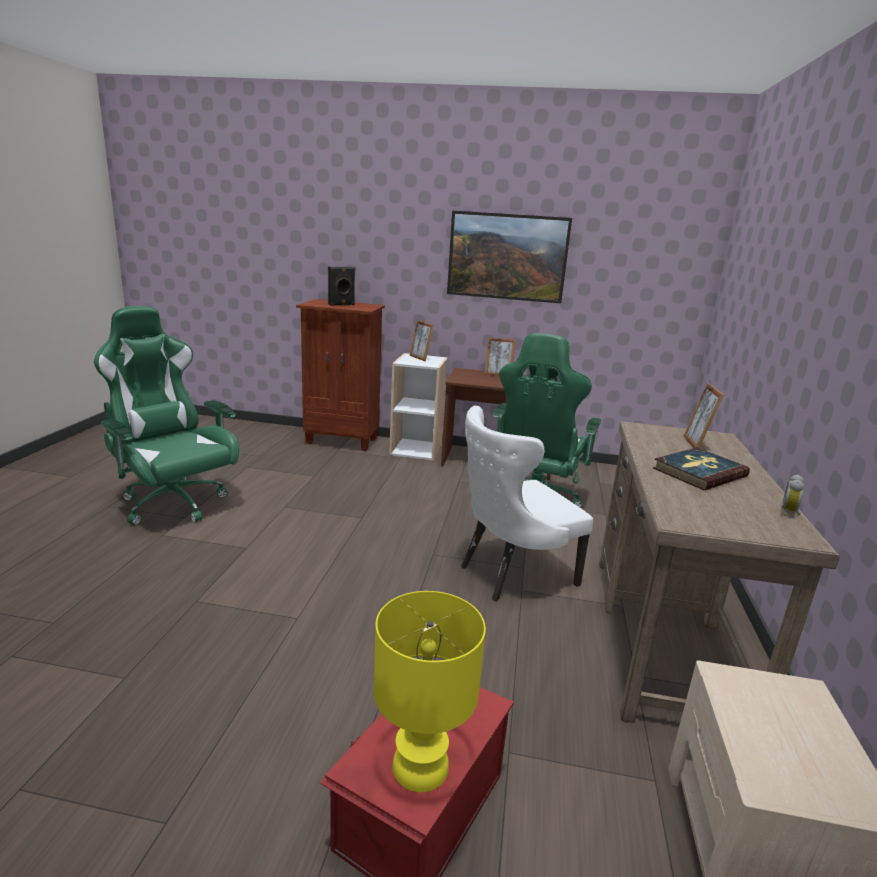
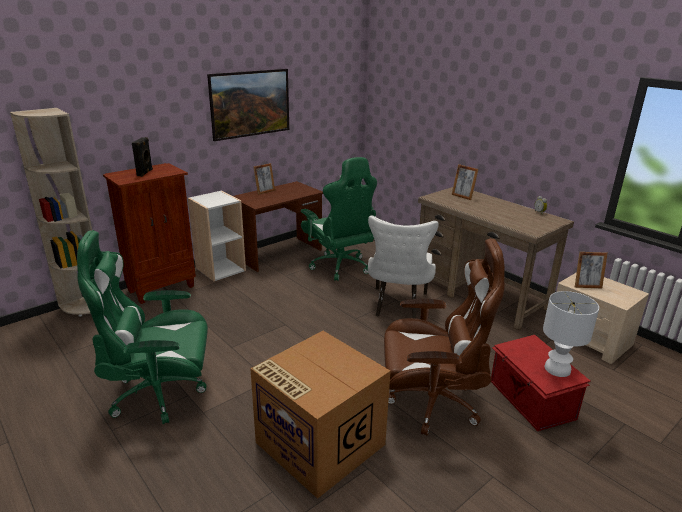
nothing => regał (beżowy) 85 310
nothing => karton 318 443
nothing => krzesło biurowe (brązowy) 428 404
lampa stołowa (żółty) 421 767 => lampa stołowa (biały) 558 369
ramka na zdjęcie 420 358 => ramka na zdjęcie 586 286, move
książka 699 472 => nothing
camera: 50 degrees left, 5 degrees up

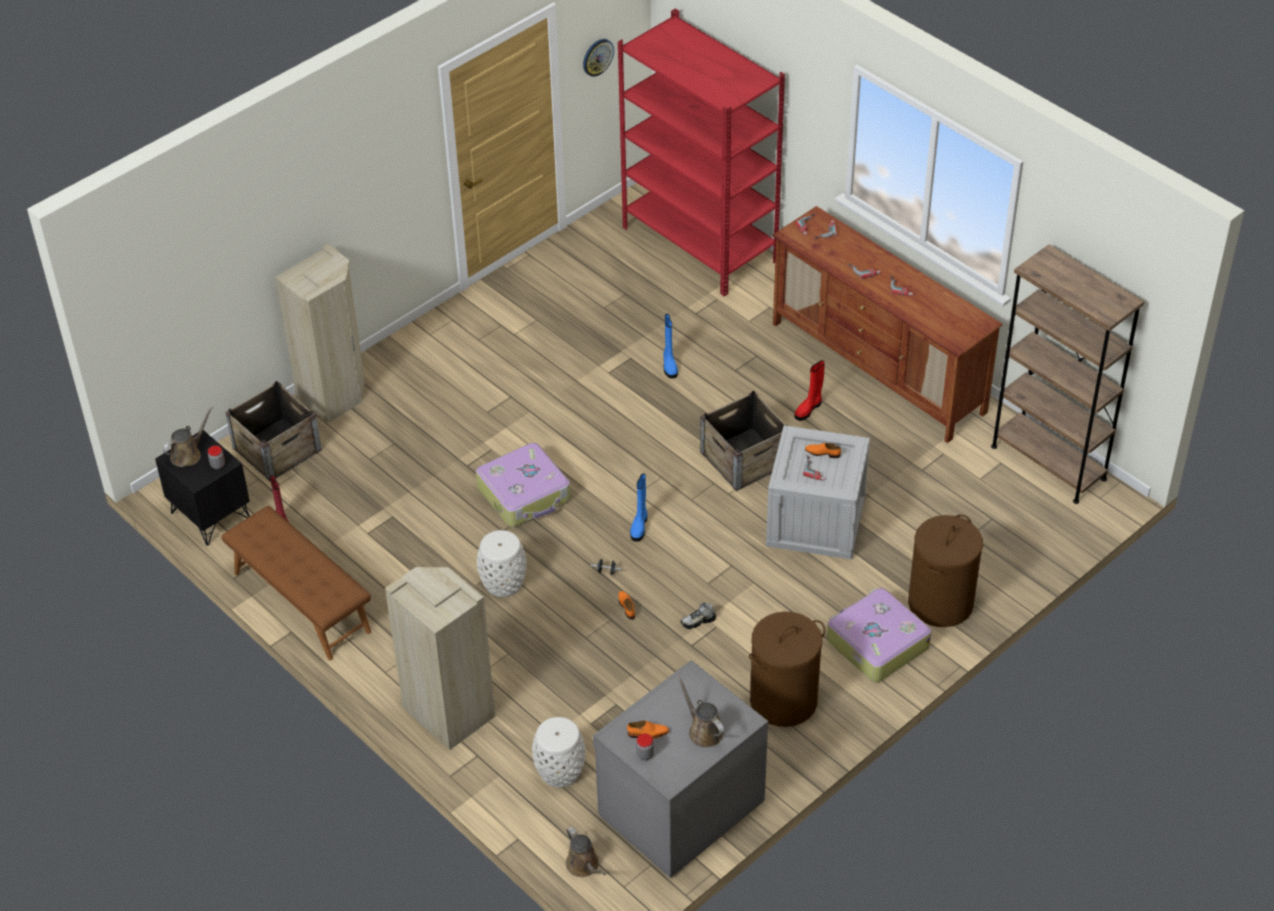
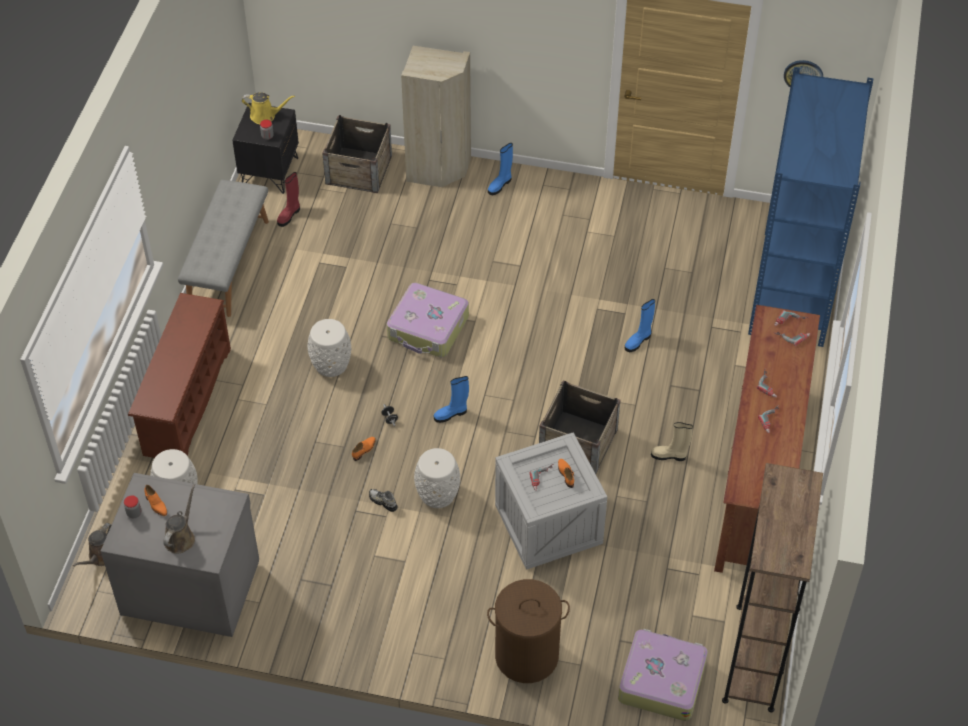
szafka (beżowy) 448 713 => regał na buty (brązowy) 186 401
ławka (brązowy) 301 602 => ławka (szary) 228 264
konewka (brązowy) 188 454 => konewka (żółty) 265 116
nothing => stołek (biały) 437 494
nothing => but z cholewką (niebieski) 500 185
walizka 876 643 => walizka 661 680, move
but z cholewką (czerwony) 808 409 => but z cholewką (beżowy) 669 455
regał (czerwony) 699 244 => regał (niebieski) 793 287
kosz na pranie (brązowy) 783 701 => nothing
camera: 55 degrees right, 5 degrees up

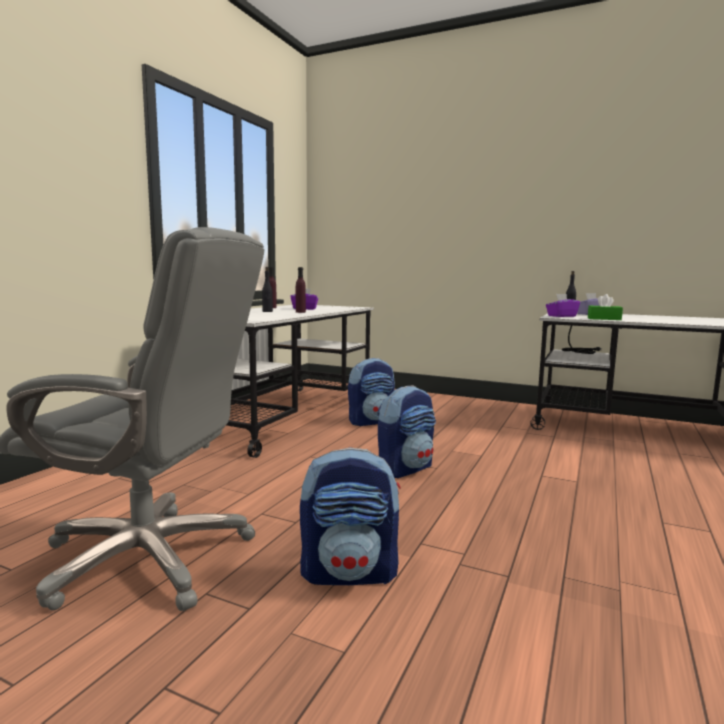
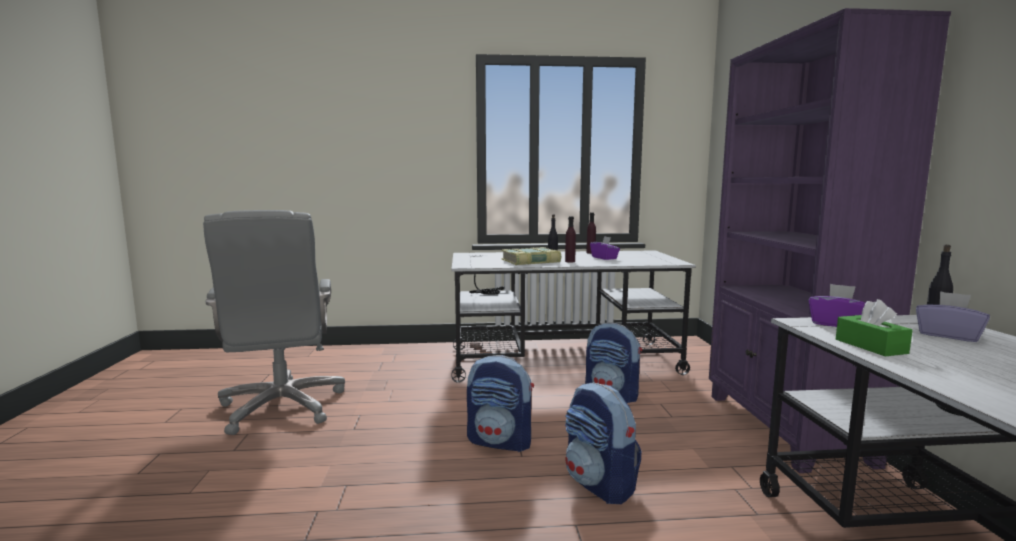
nothing => książka 531 261
plecak 350 573 => plecak 600 484, move
nothing => regał (fioletowy) 785 428
camera: 60 degrees right, 0 degrees up

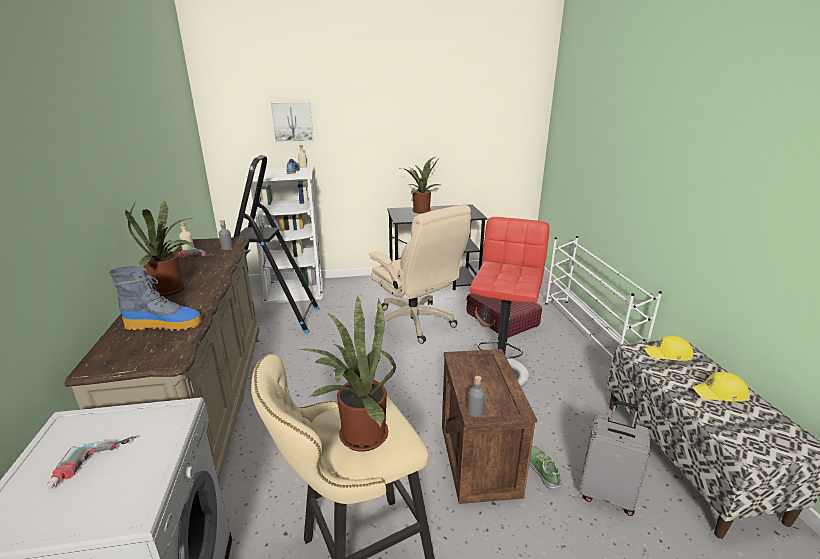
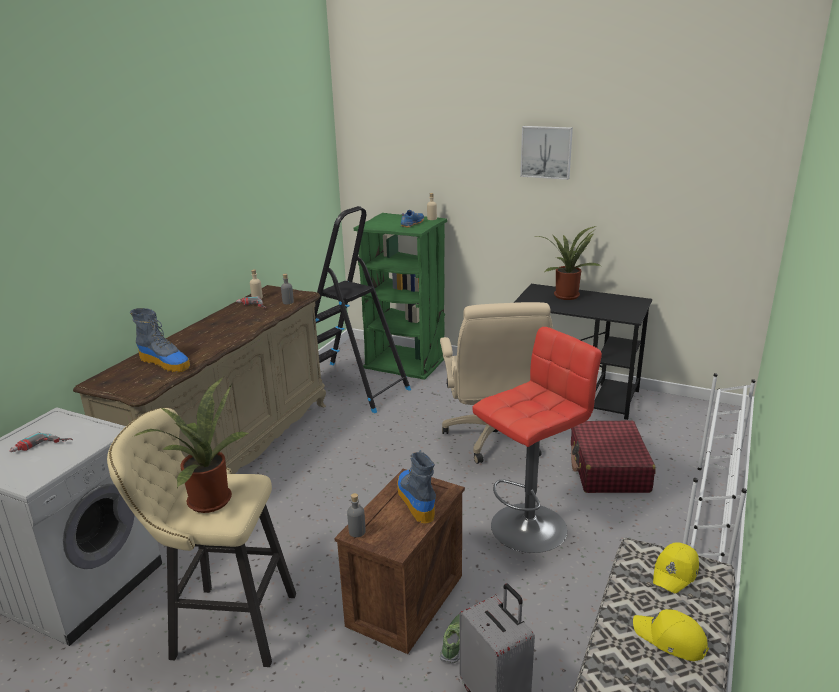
regał (biały) 295 291 => regał (zielony) 406 362
nothing => but z cholewką 415 500
obraz 292 122 => obraz 546 152, move
czapka z daszkiem (żółty) 668 354 => czapka z daszkiem (żółty) 675 573, 90 degrees counterclockwise
roślina doniczkowa 172 290 => nothing
camera: 35 degrees right, 0 degrees up

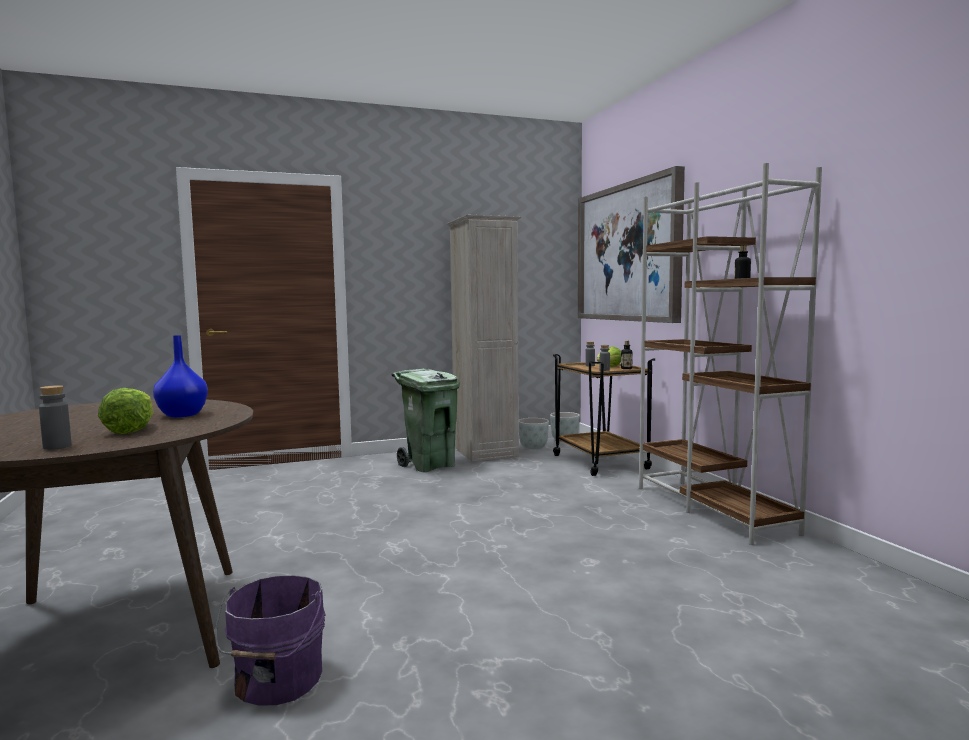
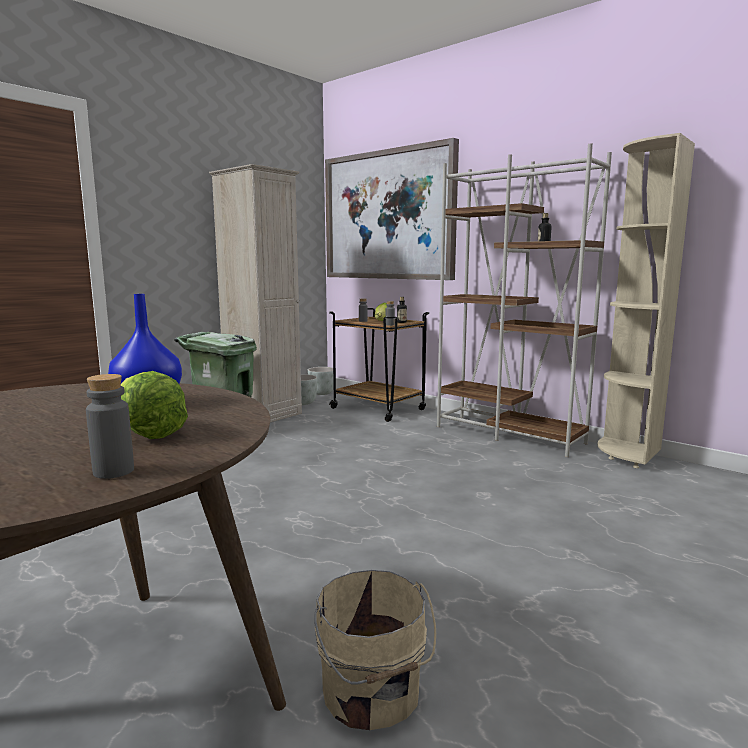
wiadro (fioletowy) 276 681 => wiadro (beżowy) 372 694
nothing => regał (beżowy) 625 458
camera: 30 degrees left, 5 degrees up

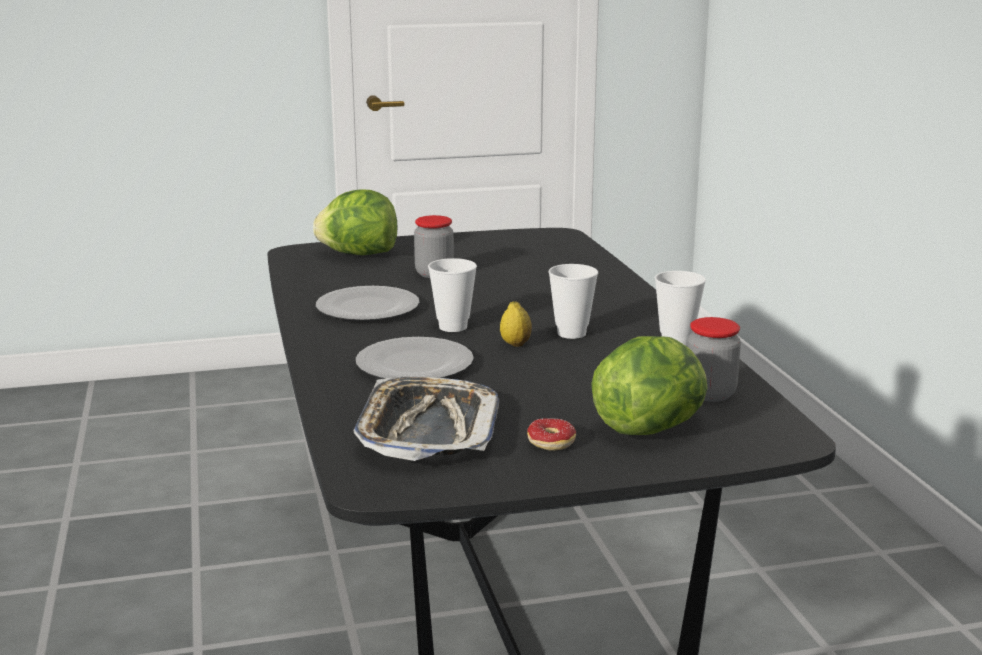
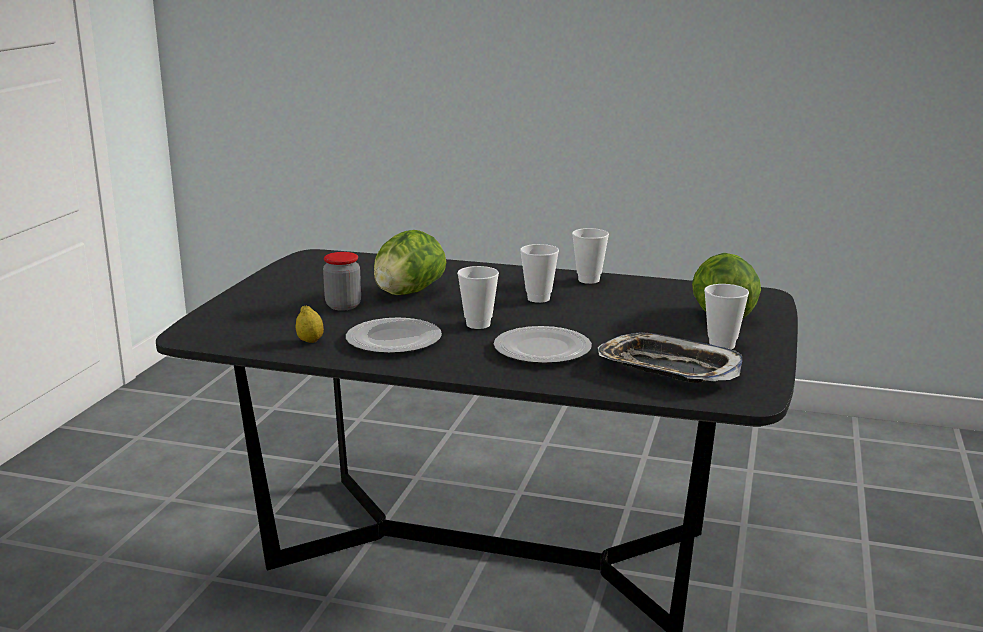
cytryna 515 344 => cytryna 310 341, move
sałata 358 254 => sałata 408 293, move
donut 543 444 => filiżanka 722 345
słoik 710 394 => nothing
camera: 60 degrees left, 0 degrees up

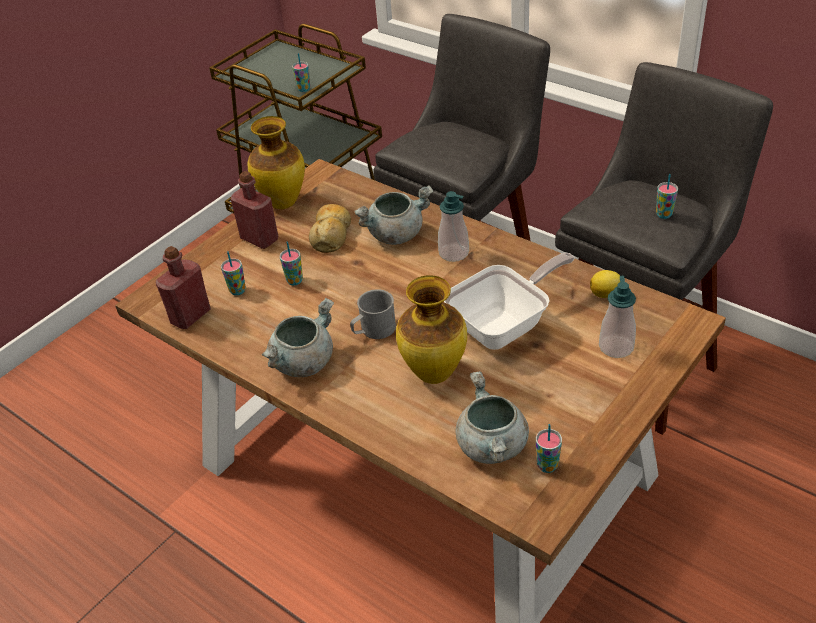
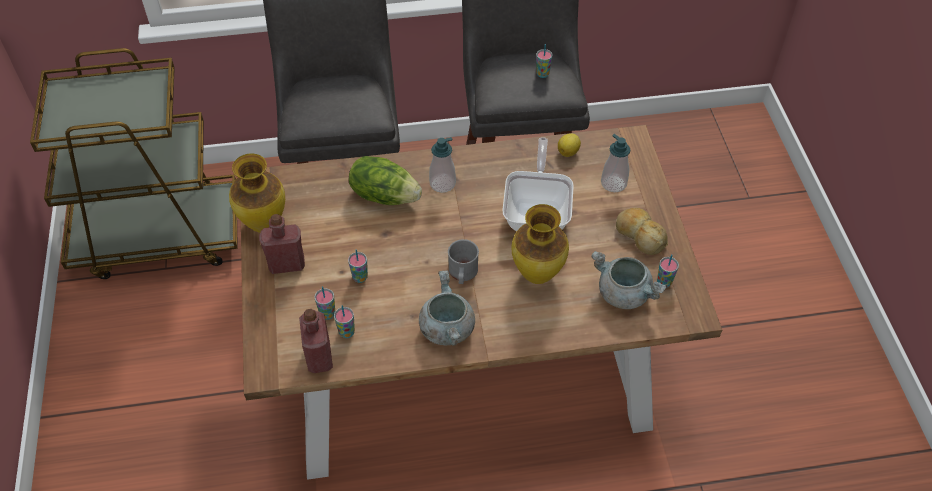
filiżanka 304 89 => filiżanka 346 332, move
garnek (szary) 396 234 => sałata 384 195
chleb 331 234 => chleb 640 235, move
camera: 50 degrees left, 10 degrees up

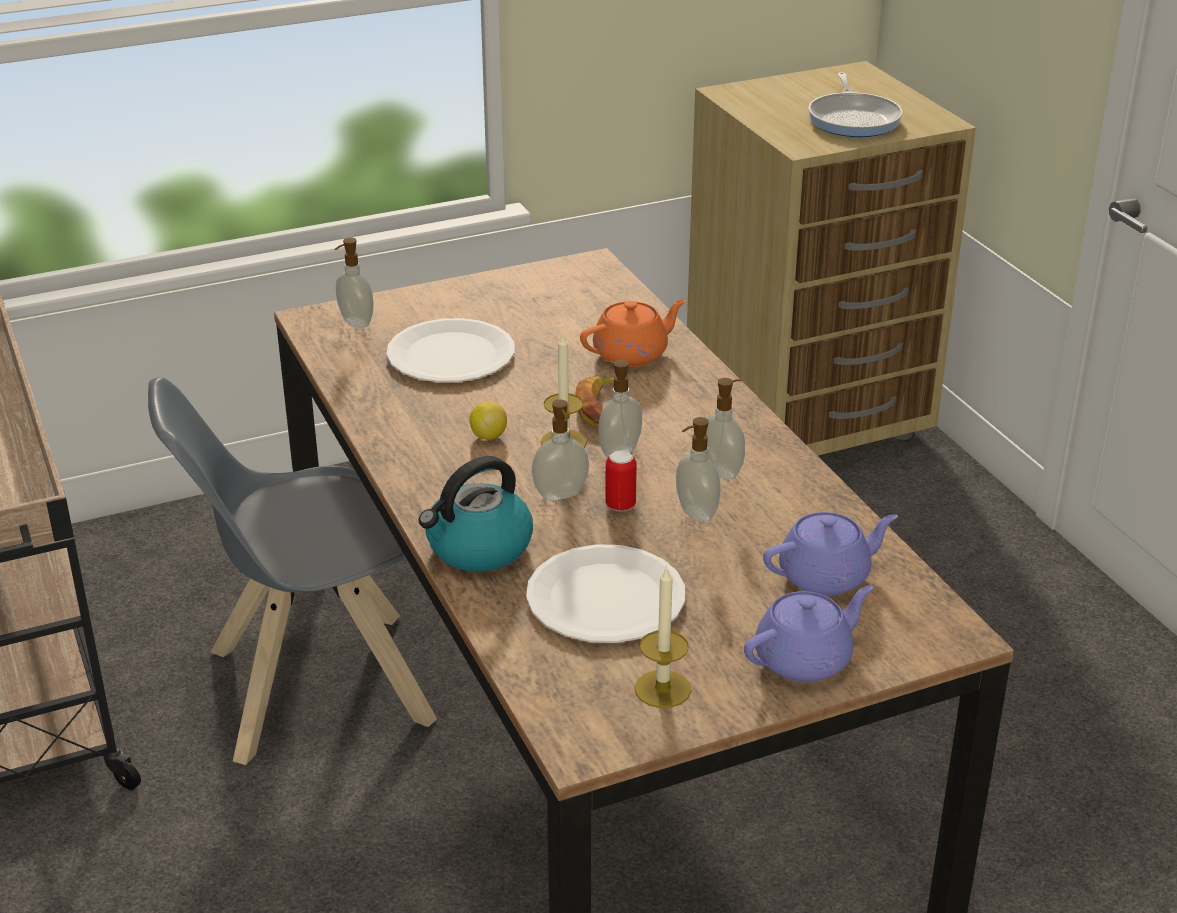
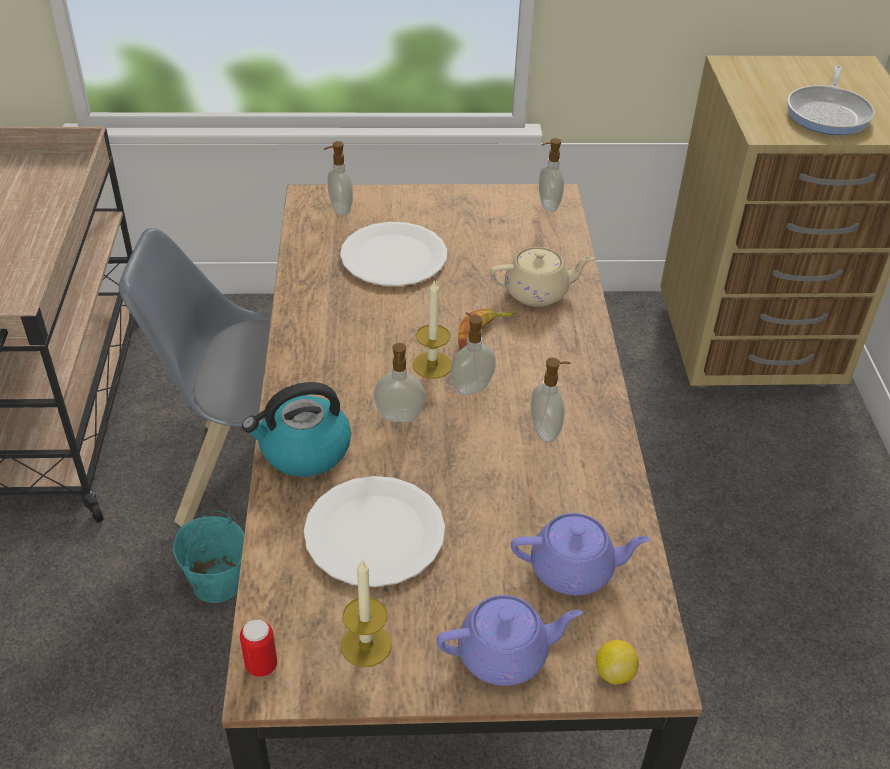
nothing => wiadro (turkusowy) 216 582
puszka 620 505 => puszka 261 665, move
imbryk (pomarańczowy) 632 354 => imbryk (beżowy) 538 292
dozownik mydła 695 513 => dozownik mydła 547 205, move
cytryna 488 436 => cytryna 614 673, move
camera: 20 degrees right, 10 degrees up

